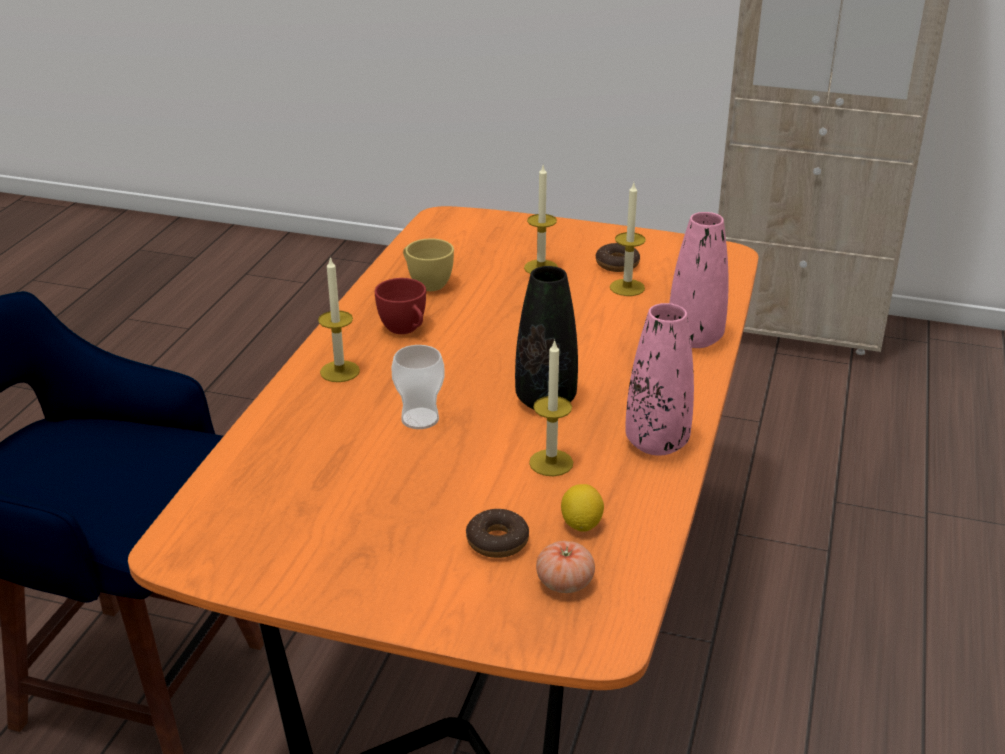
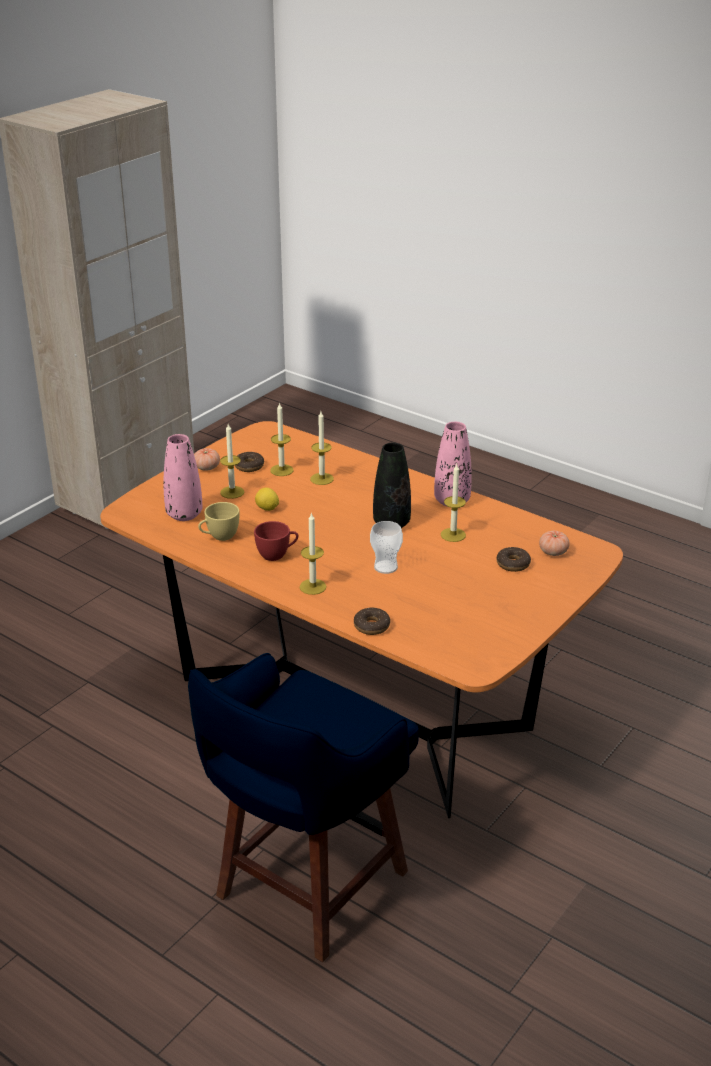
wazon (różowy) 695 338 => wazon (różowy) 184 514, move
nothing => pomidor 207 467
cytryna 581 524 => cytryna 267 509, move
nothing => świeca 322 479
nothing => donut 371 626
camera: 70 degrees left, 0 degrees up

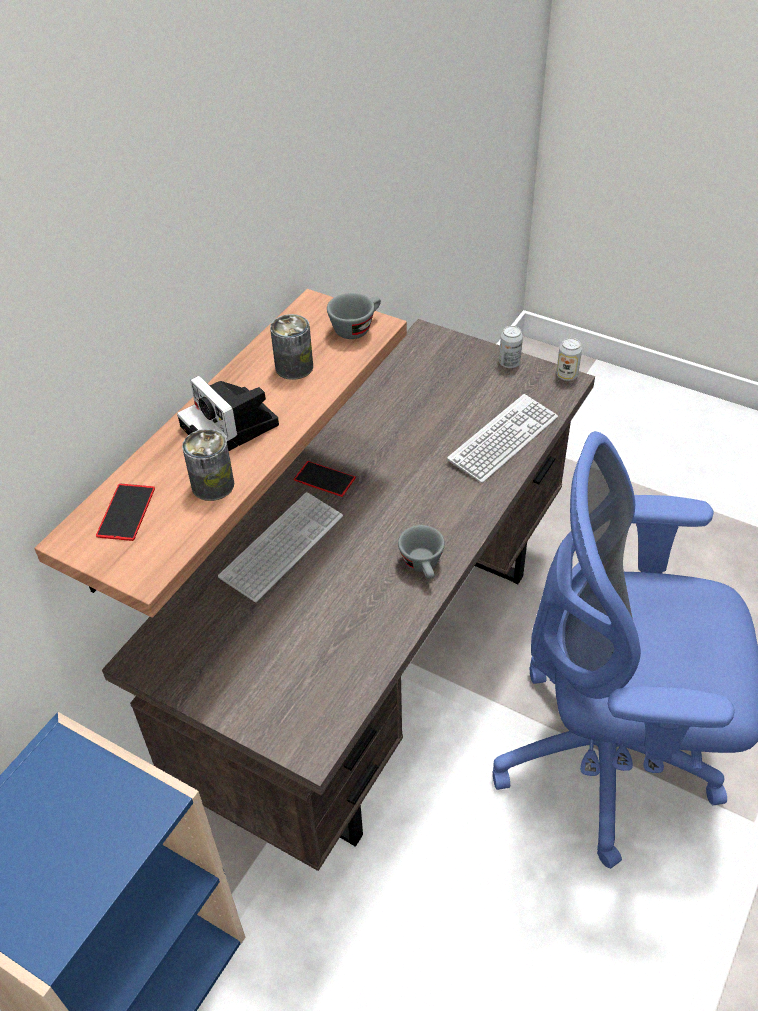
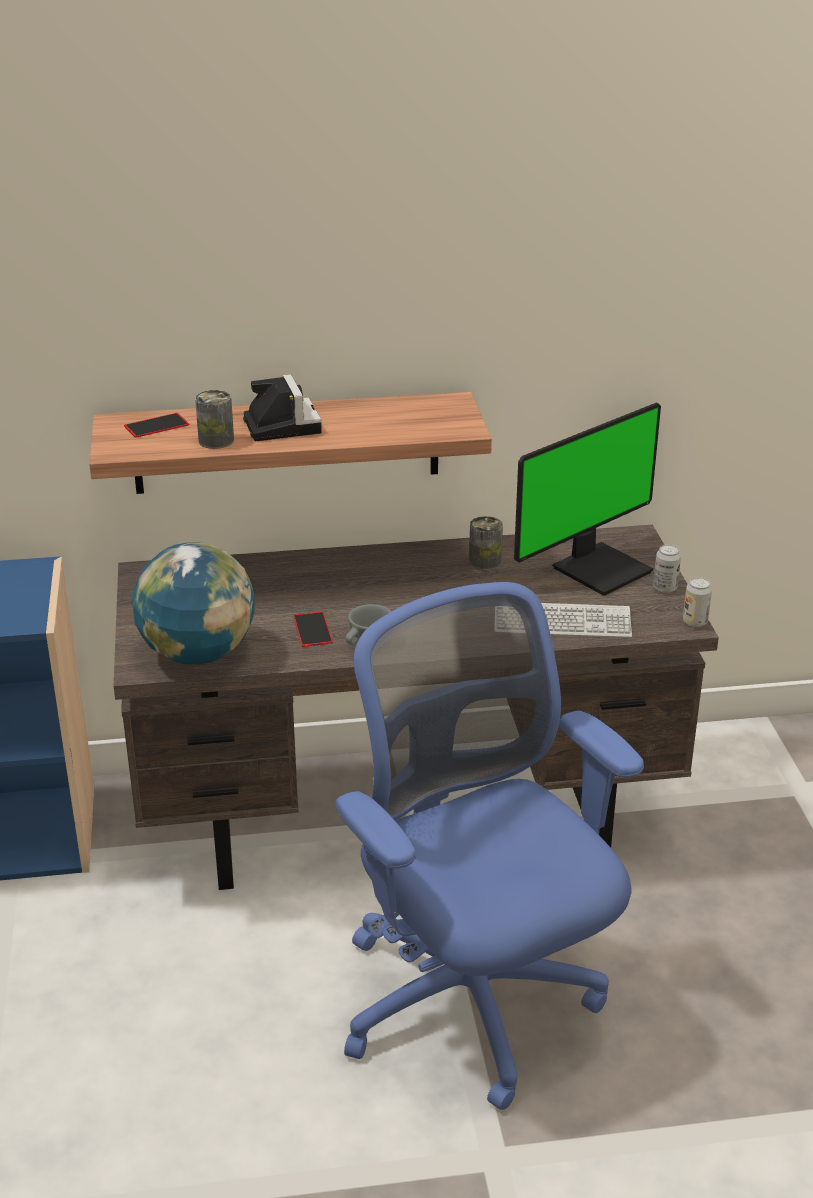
nothing => globus 198 654
aparat fotograficzny 232 427 => aparat fotograficzny 280 425, 150 degrees clockwise
telefon 324 479 => telefon 312 629, move
puszka 294 367 => puszka 485 562, move
nothing => monitor 599 568
klawiatura 282 547 => nothing
filiżanka (szary) 356 327 => nothing
camera: 50 degrees right, 15 degrees down

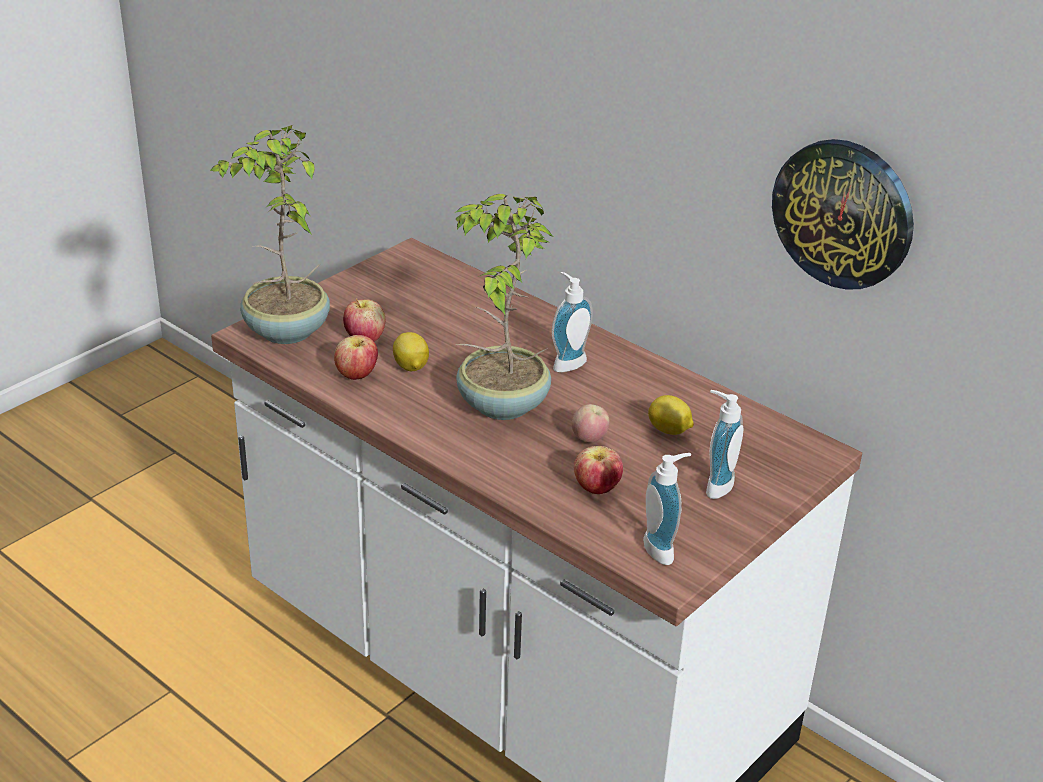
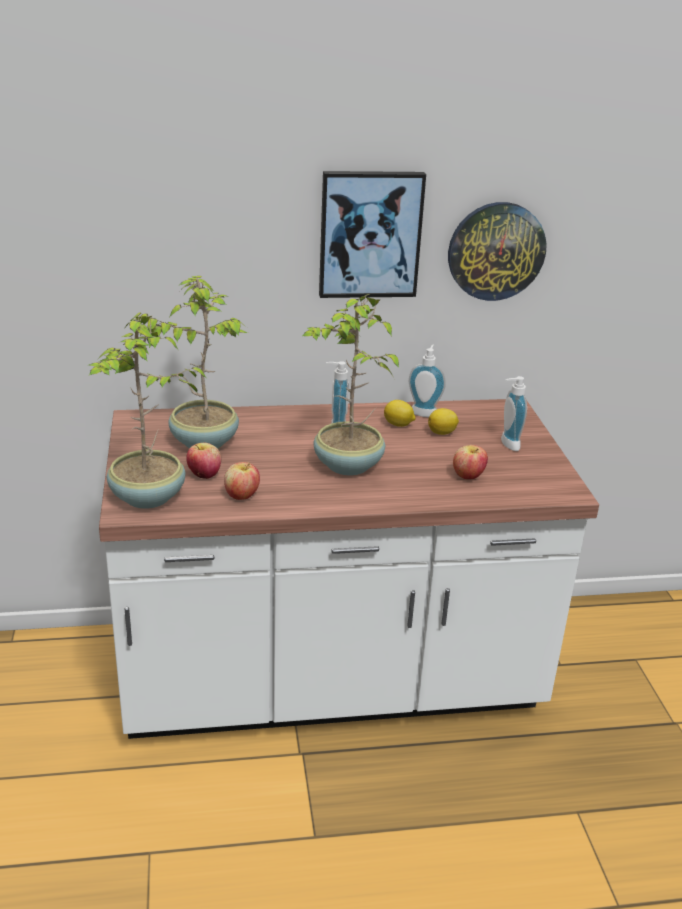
nothing => roślina doniczkowa 203 441
nothing => obraz 370 234
cytryna 411 367 => cytryna 398 425, move
dozownik mydła 663 549 => dozownik mydła 424 412, move
jabłko 589 439 => nothing
camera: 50 degrees left, 5 degrees down

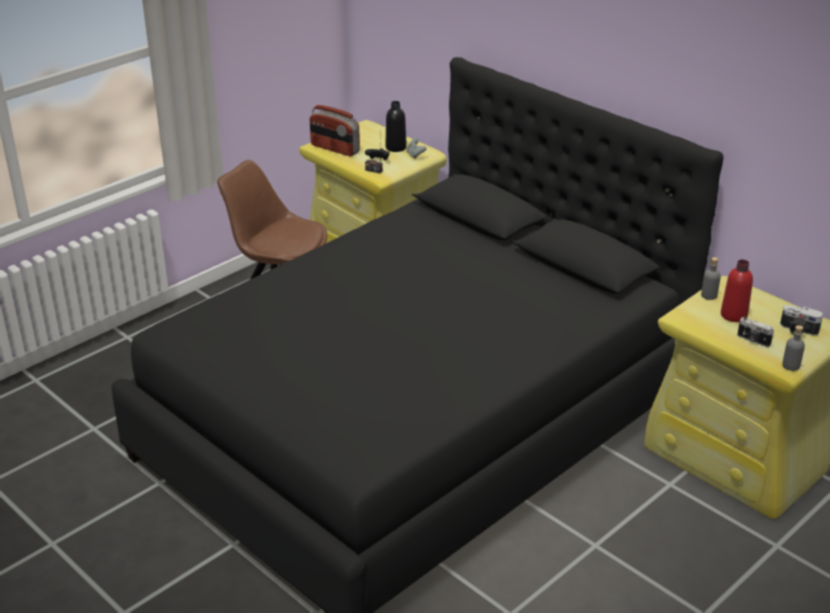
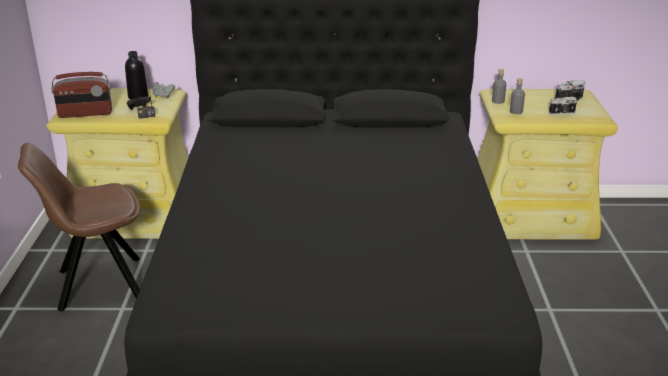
butelka (szary) 791 365 => butelka (szary) 516 111, move
butelka (czerwony) 733 315 => nothing
camera: 45 degrees left, 5 degrees down

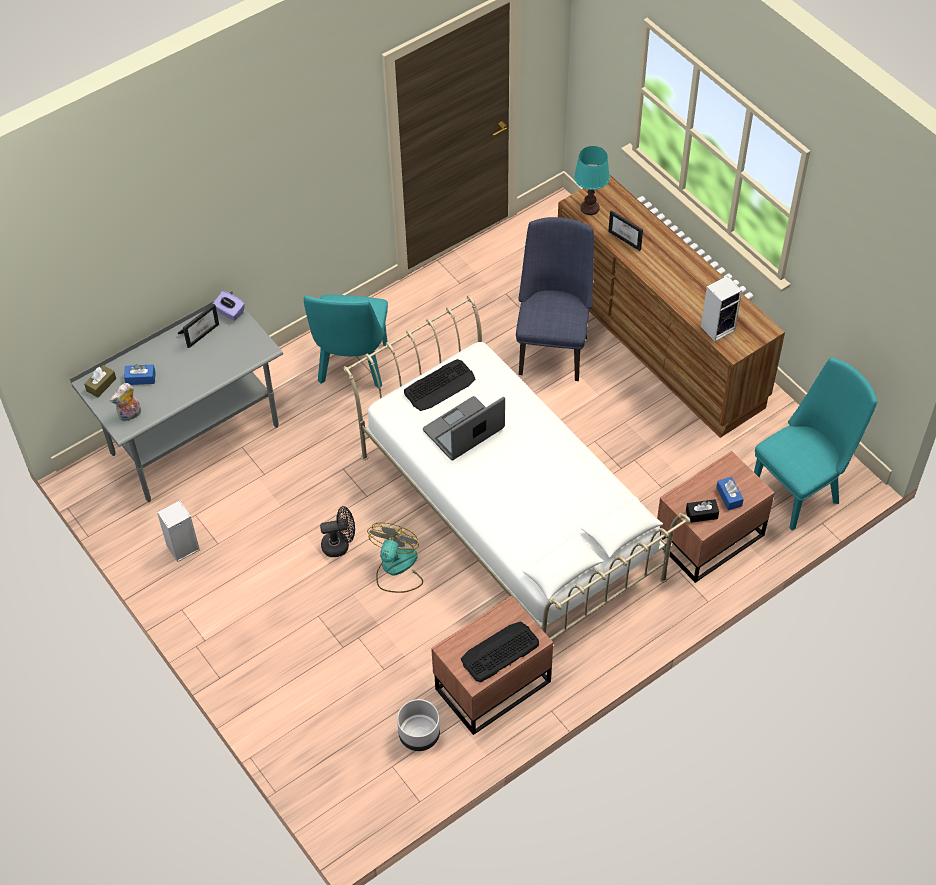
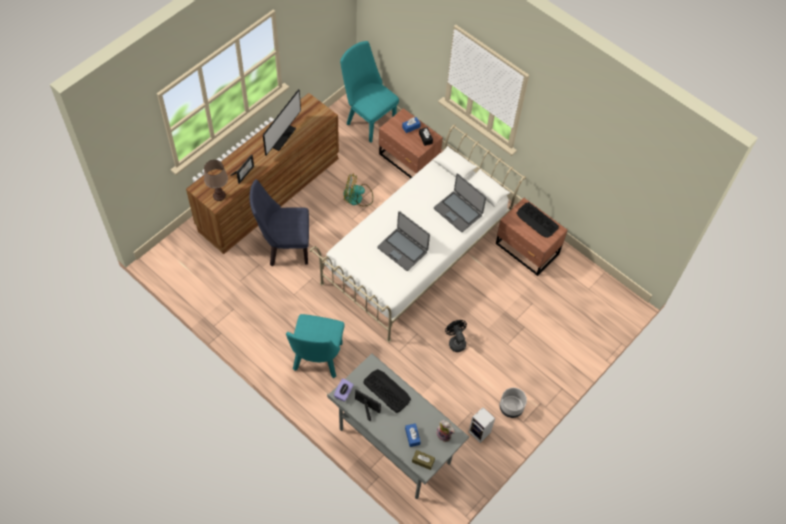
lampa stołowa (turkusowy) 590 208 => lampa stołowa (brązowy) 219 195
nothing => monitor 281 136
krzesło (turkusowy) 353 368 => krzesło (turkusowy) 317 361, 105 degrees clockwise
wentylator 396 569 => wentylator 357 197, move
klawiatura 440 386 => klawiatura 386 390, move
nothing => laptop 458 211
donica (szary) 419 735 => donica (szary) 511 407, move
głośnik 718 327 => nothing
camera: 105 degrees left, 5 degrees up

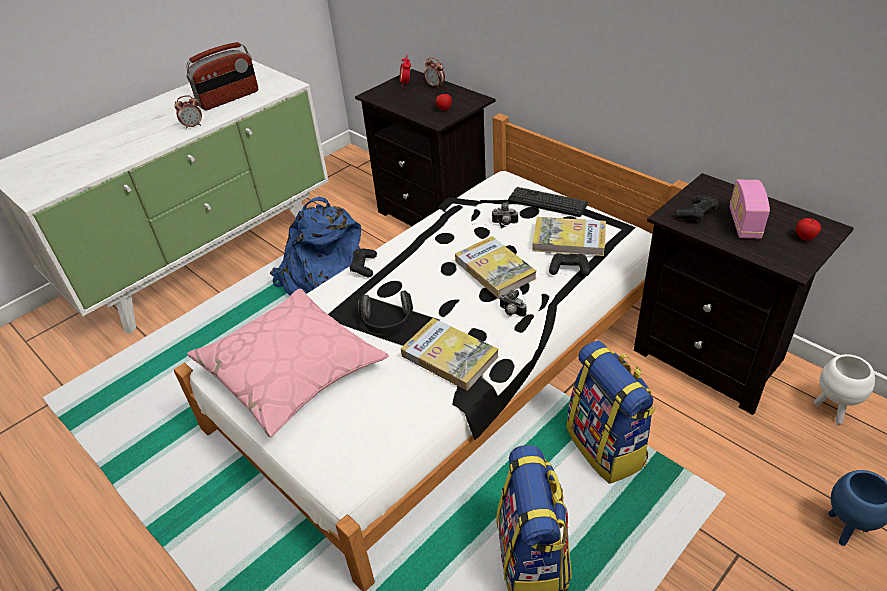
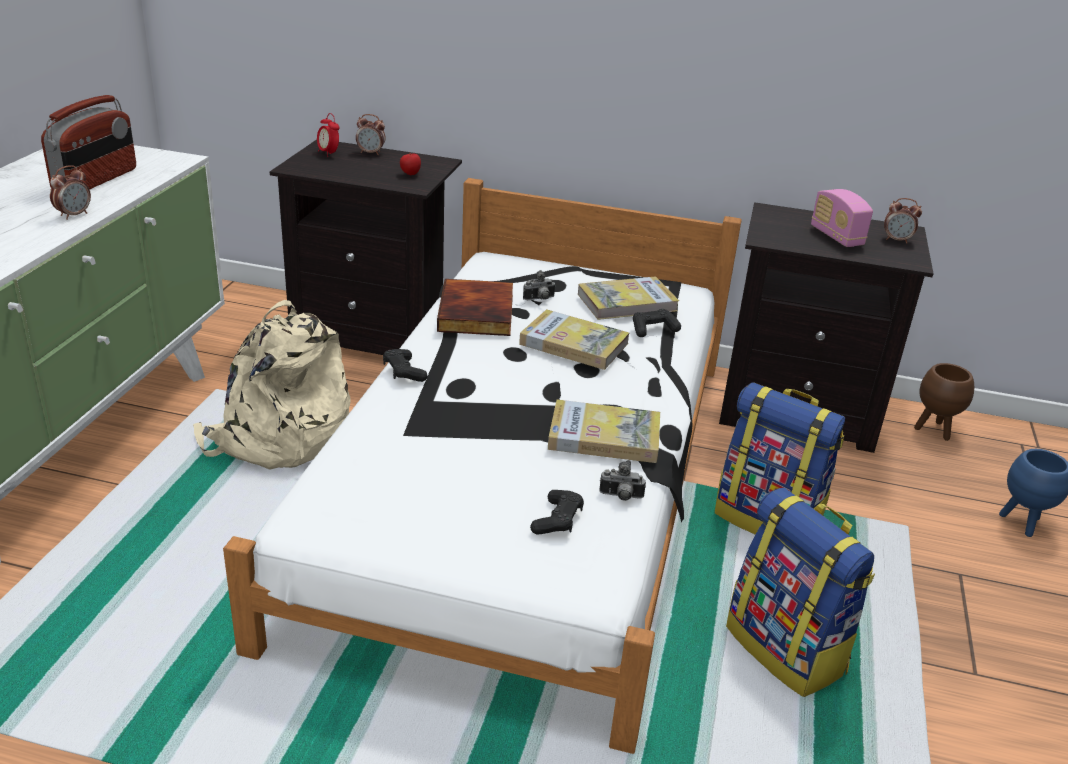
plecak (niebieski) 323 282 => plecak (beżowy) 279 437
nothing => książka 478 313
pad do gier (czarny) 696 214 => pad do gier (czarny) 557 520, move
aparat fotograficzny 511 312 => aparat fotograficzny 621 497, move
jabłko 804 238 => budzik 896 240
donica (biały) 833 410 => donica (brązowy) 934 430
poduszka (różowy) 291 370 => nothing
słuchawki 387 322 => nothing
klawiatura 547 202 => nothing
camera: 35 degrees left, 10 degrees down

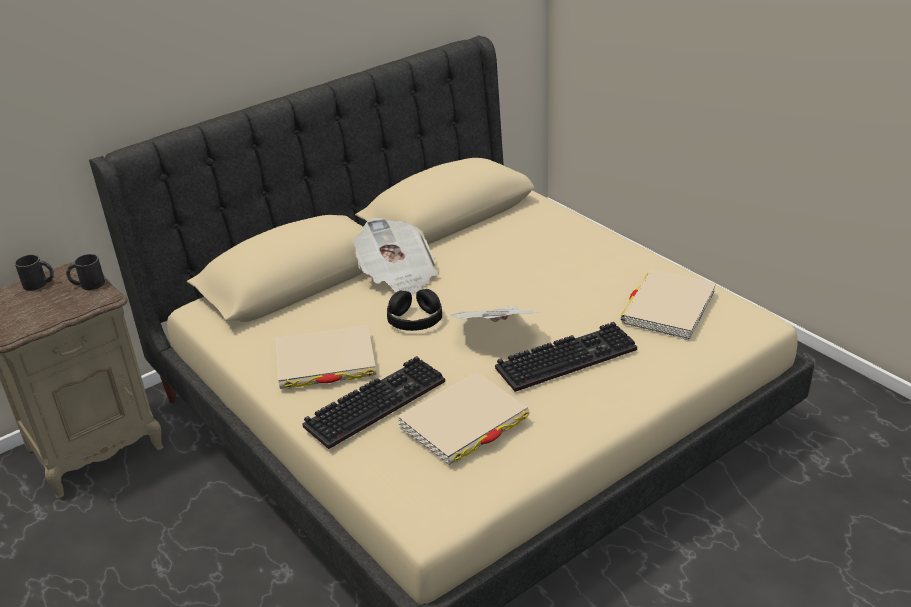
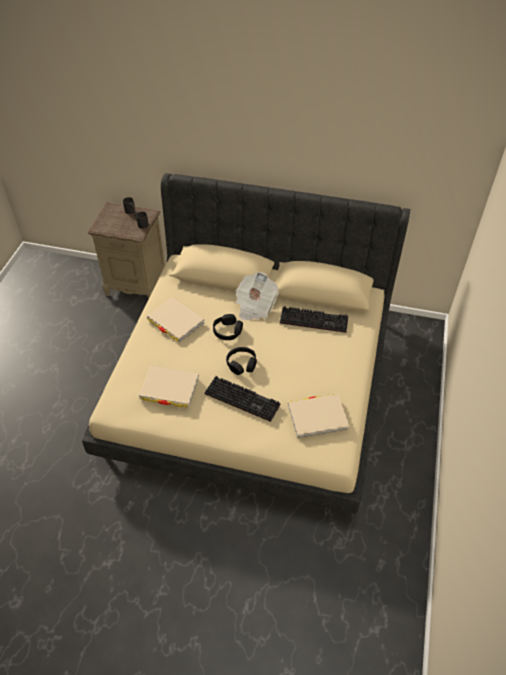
gazeta 496 332 => słuchawki (czarny) 241 364
klawiatura 376 401 => klawiatura 315 320, move
camera: 50 degrees right, 15 degrees up

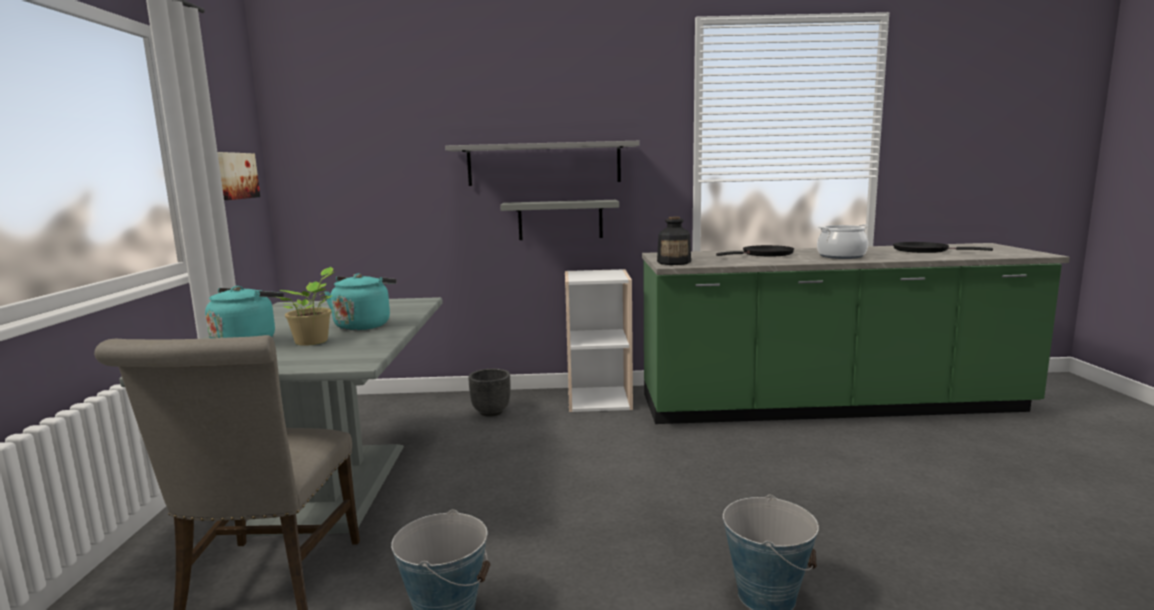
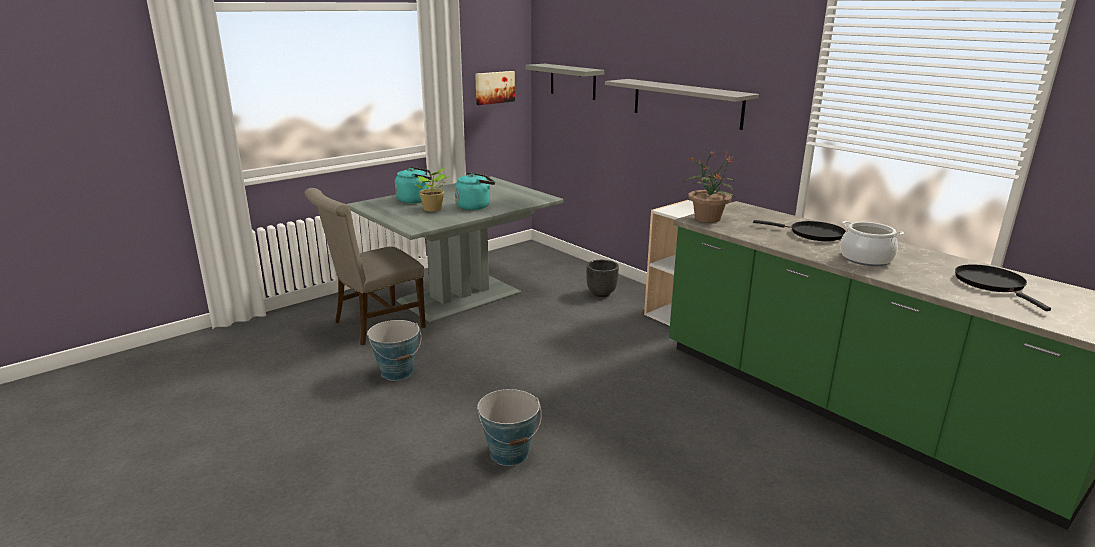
półka (szary) 560 220 => półka (szary) 573 81, move
butelka 674 262 => roślina doniczkowa 707 218
camera: 50 degrees right, 10 degrees up

